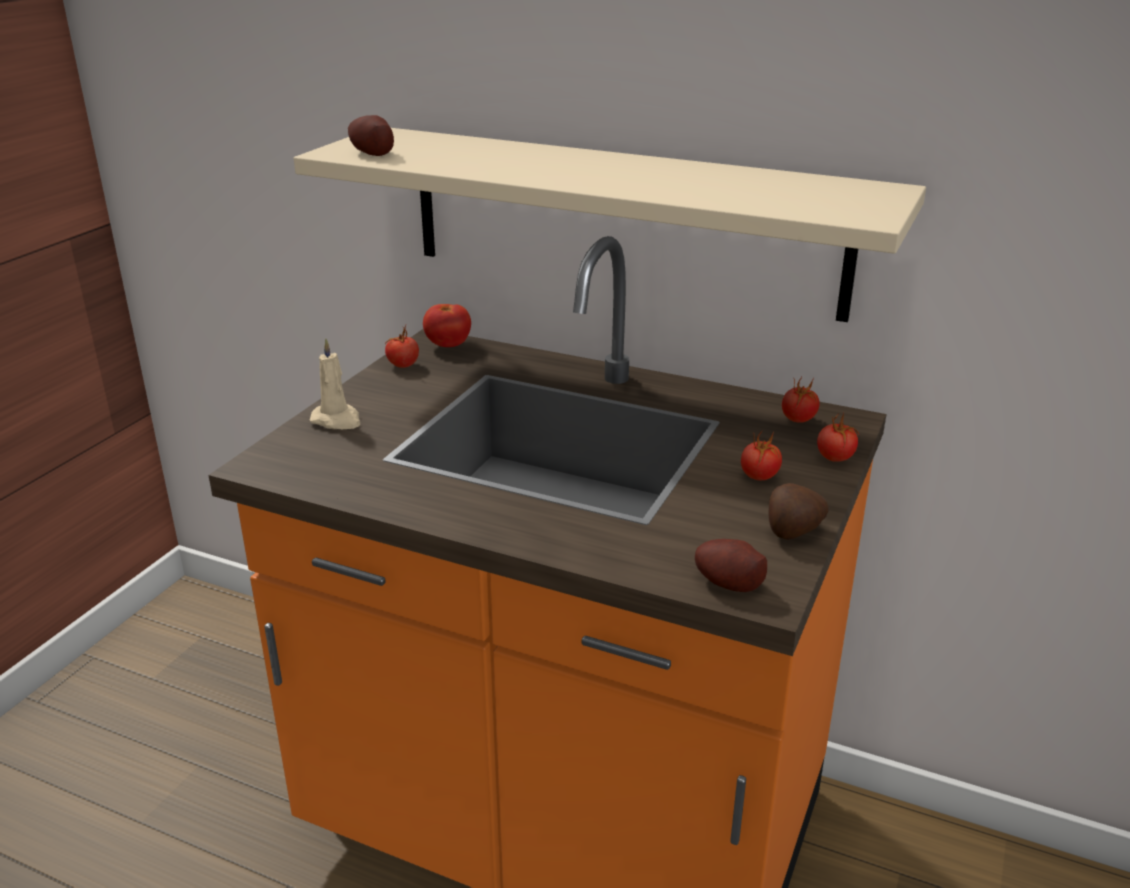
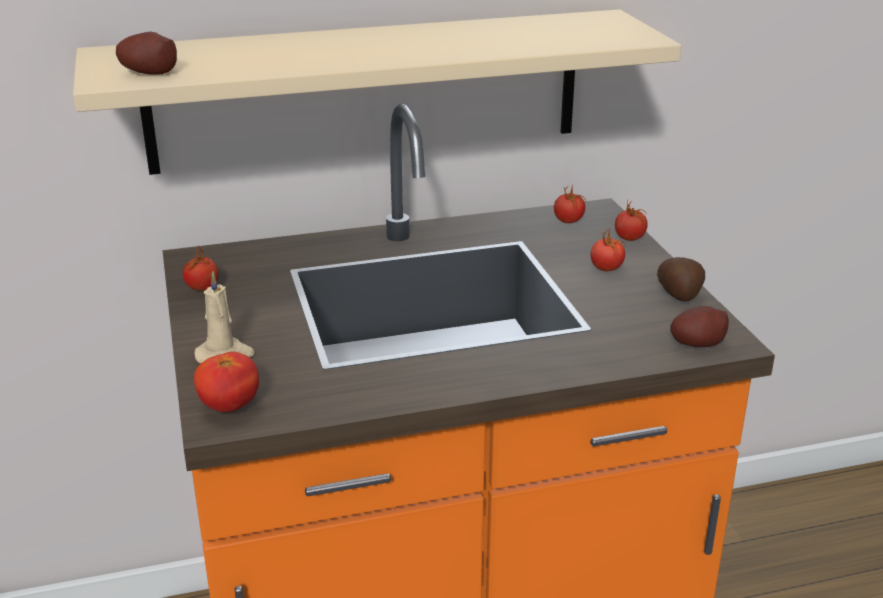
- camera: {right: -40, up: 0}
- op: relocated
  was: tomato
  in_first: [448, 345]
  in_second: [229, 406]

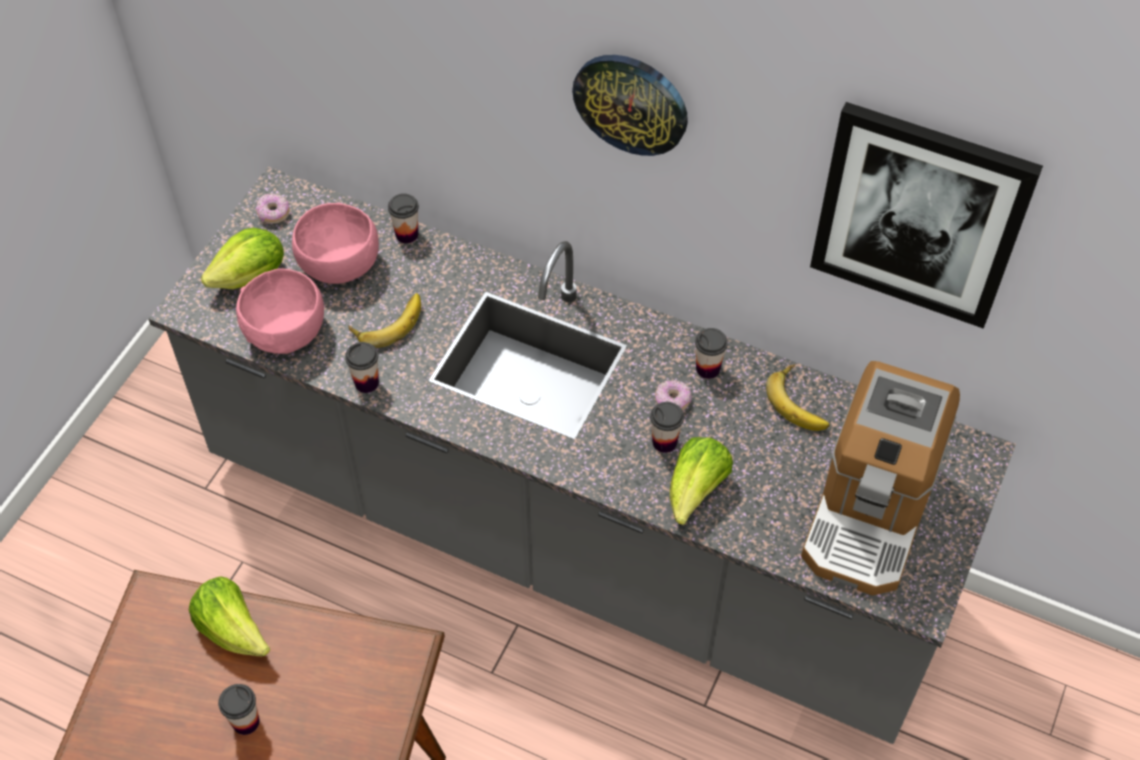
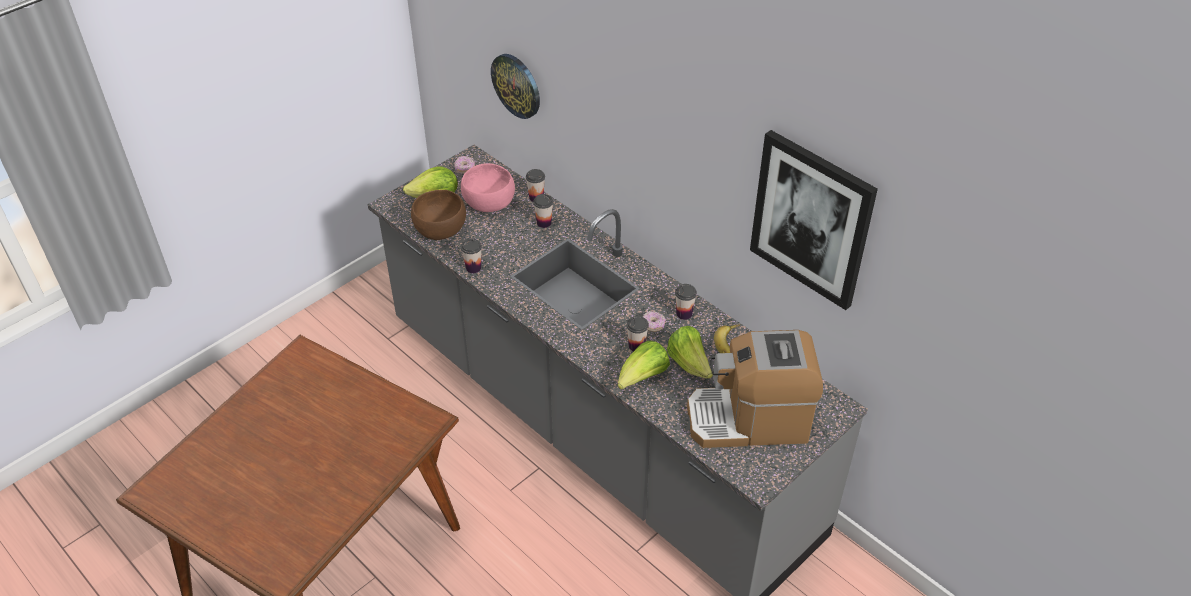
- camera: {right: 20, up: -10}
- op: missing
  was: banana
  in_first: [388, 321]
- op: relocated
  was: lettuce
  in_first: [233, 630]
  in_second: [689, 364]
- op: relocated
  was: cup
  in_first: [246, 722]
  in_second: [544, 223]
- op: relocated
  was: wall_clock
  in_first: [631, 103]
  in_second: [516, 85]
- op: colour
  was: pink_bowl
  now: brown_bowl
  in_first: [286, 331]
  in_second: [441, 230]
- op: spun
  was: coffee_machine
  in_first: [870, 511]
  in_second: [749, 420]
  clockwise: 45

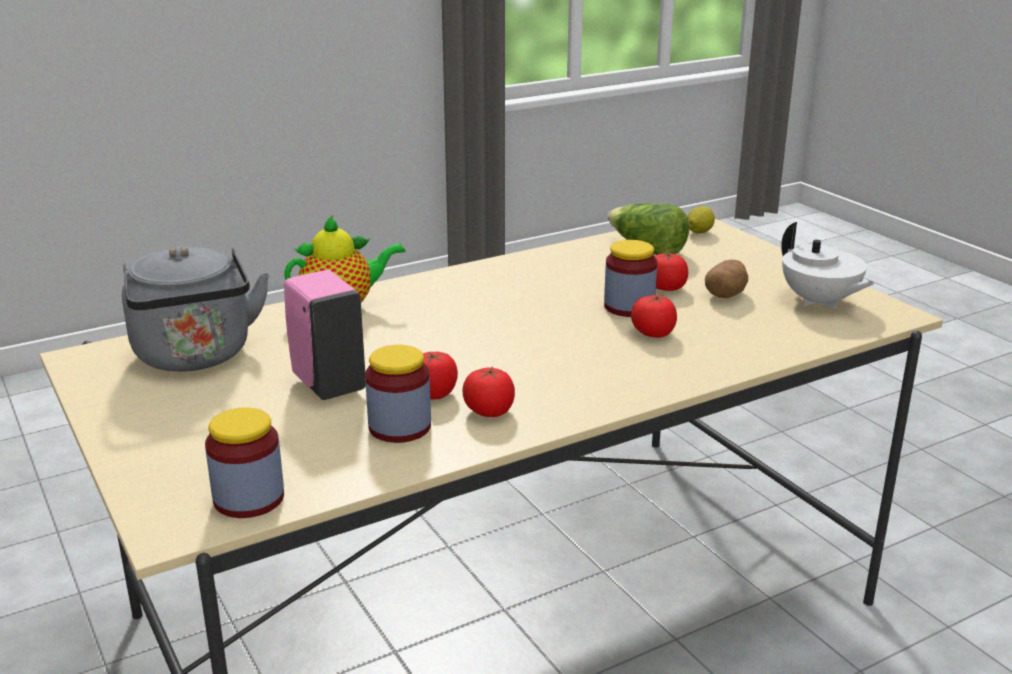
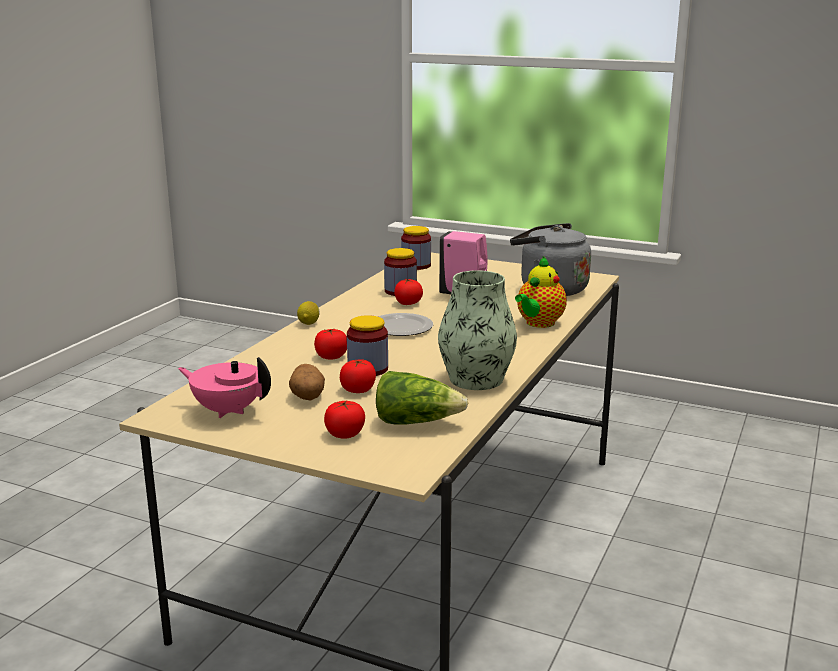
- camera: {right: 145, up: -5}
- op: appeared
  now: plate
  in_second: [402, 327]
- op: appeared
  now: vase
  in_second: [476, 379]
- op: relocated
  was: tomato
  in_first: [489, 411]
  in_second: [345, 434]
- op: relocated
  was: lemon
  in_first: [698, 233]
  in_second: [309, 323]
- op: colour
  was: white_teapot
  now: pink_teapot
  in_first: [819, 302]
  in_second: [228, 410]

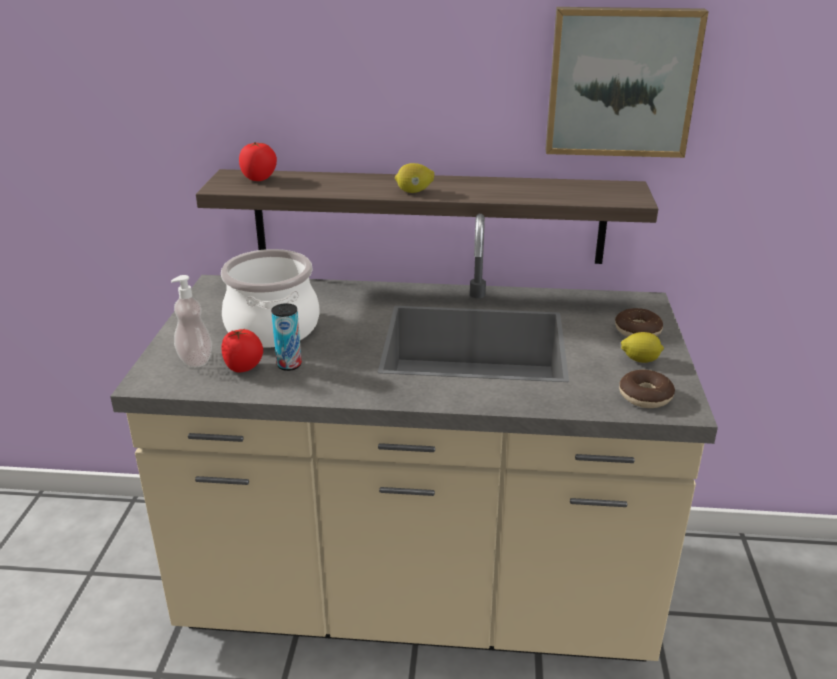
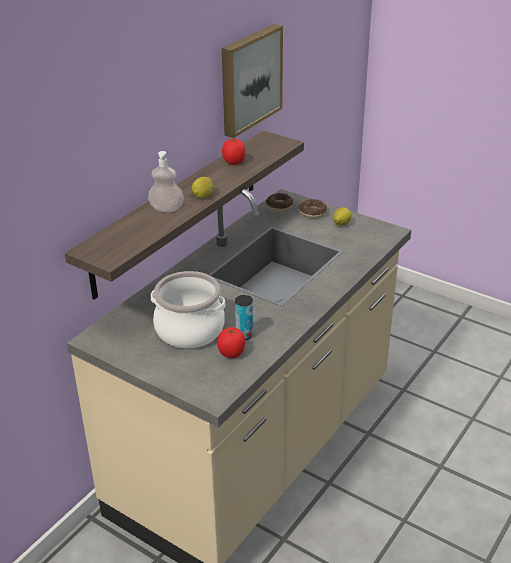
- camera: {right: -60, up: 5}
- op: relocated
  was: soap_dispenser
  in_first: [195, 360]
  in_second: [166, 208]
- op: relocated
  was: tomato
  in_first: [259, 179]
  in_second: [234, 162]
- op: relocated
  was: donut
  in_first: [645, 396]
  in_second: [279, 206]

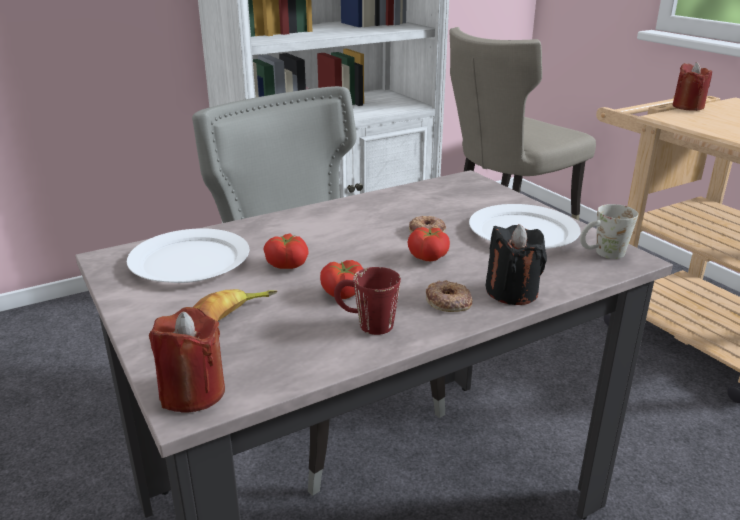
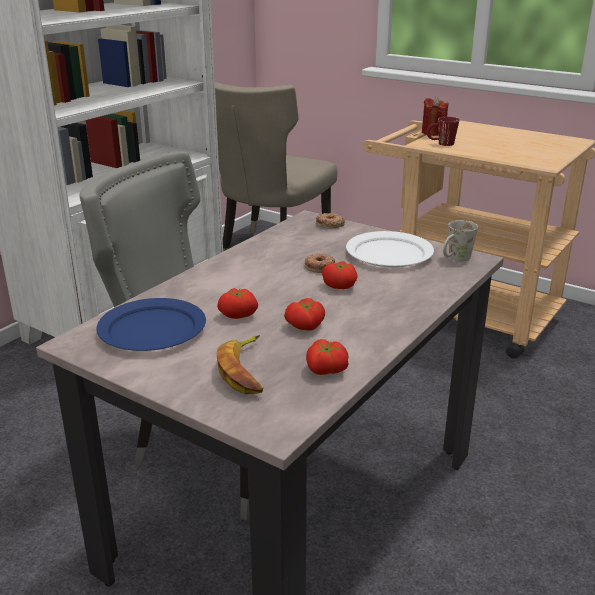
- camera: {right: -25, up: 0}
- op: missing
  was: red_candle
  in_first: [192, 392]
- op: missing
  was: black_candle
  in_first: [512, 292]
- op: appeared
  now: tomato
  in_second: [325, 370]
- op: relocated
  was: red_mug
  in_first: [365, 323]
  in_second: [441, 144]
- op: relocated
  was: donut
  in_first: [448, 302]
  in_second: [330, 224]
- op: colour
  was: white_plate
  now: blue_plate
  in_first: [189, 261]
  in_second: [151, 329]

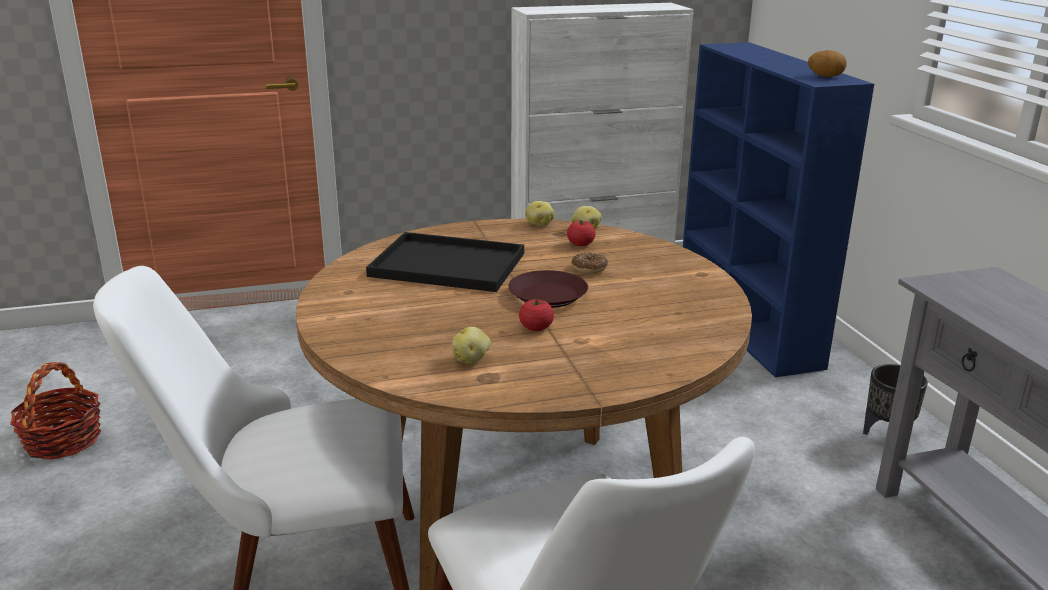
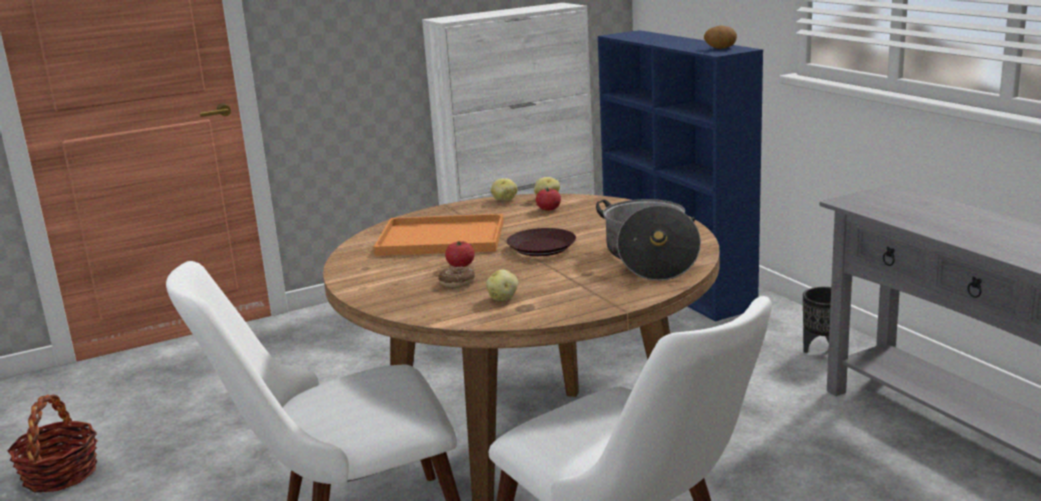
- camera: {right: -10, up: -5}
- op: appeared
  now: cooking_pot
  in_second: [649, 258]
- op: relocated
  was: tomato
  in_first: [536, 328]
  in_second: [460, 265]
- op: relocated
  was: donut
  in_first: [589, 268]
  in_second: [457, 283]
- op: colour
  was: black_tray
  now: orange_tray
  in_first: [444, 265]
  in_second: [438, 238]

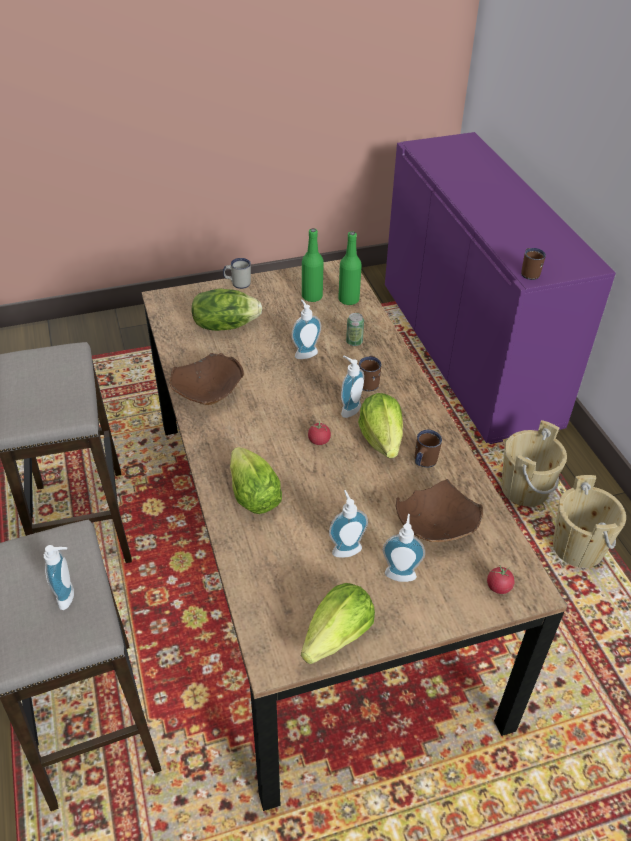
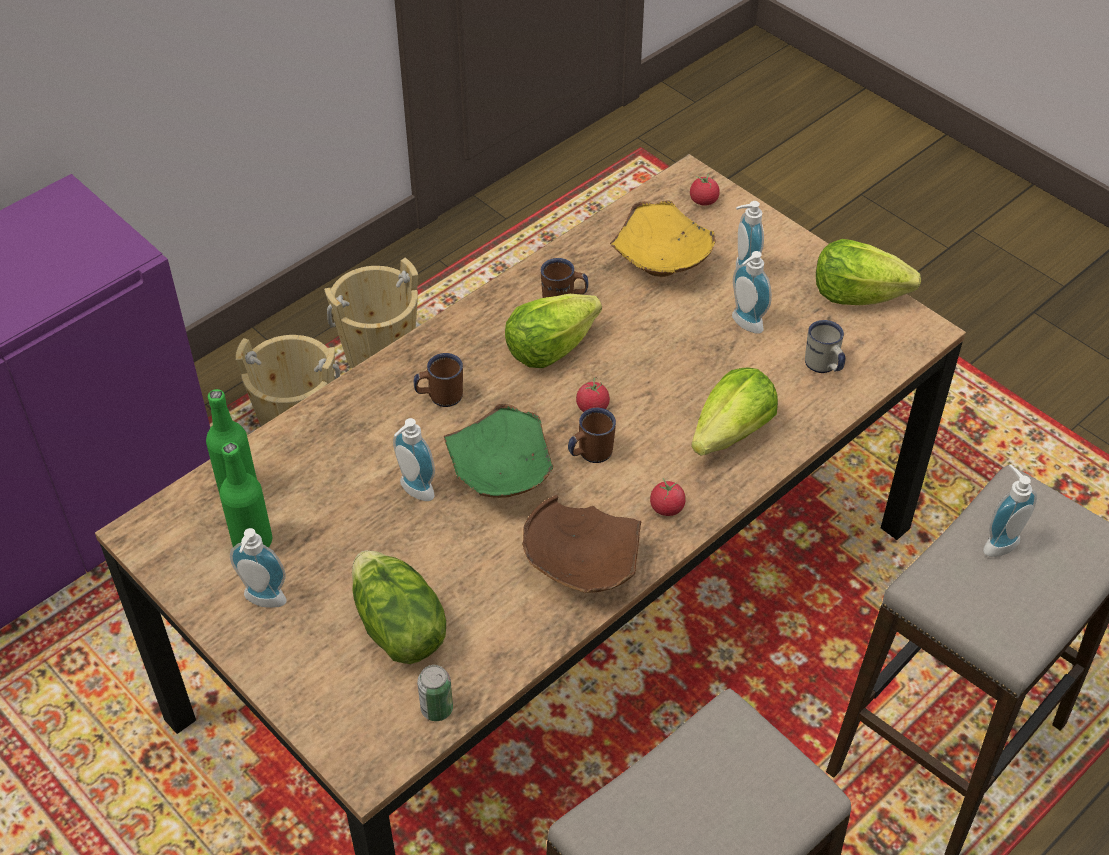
- camera: {right: -115, up: 5}
- op: appeared
  now: green_bowl
  in_second: [503, 477]
- op: appeared
  now: tomato
  in_second: [667, 507]
- op: relocated
  was: white_mug
  in_first: [237, 283]
  in_second: [823, 366]
- op: relocated
  was: soap_dispenser
  in_first: [348, 409]
  in_second: [263, 602]
- op: relocated
  was: can
  in_first: [354, 342]
  in_second: [437, 709]
- op: relocated
  was: brown_mug
  in_first: [529, 272]
  in_second: [590, 453]
- op: colour
  was: brown_bowl
  now: yellow_bowl
  in_first: [436, 530]
  in_second: [663, 262]

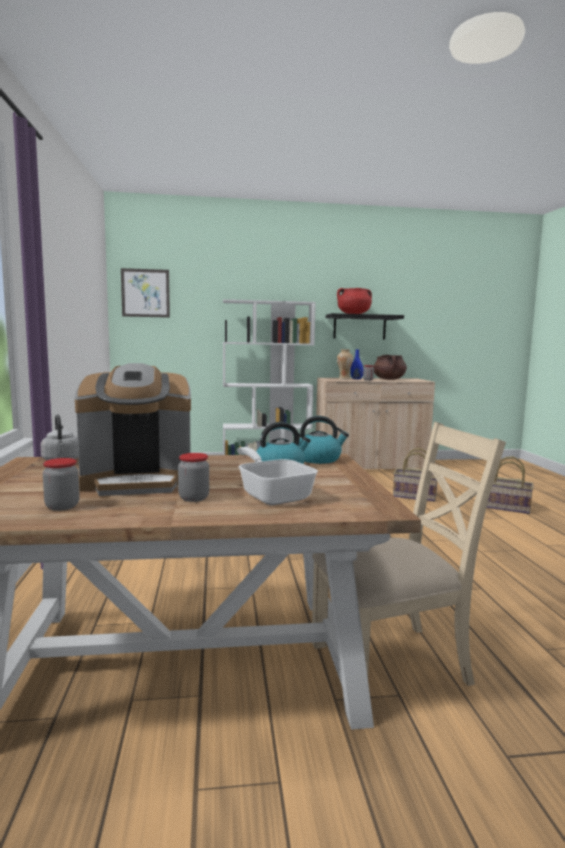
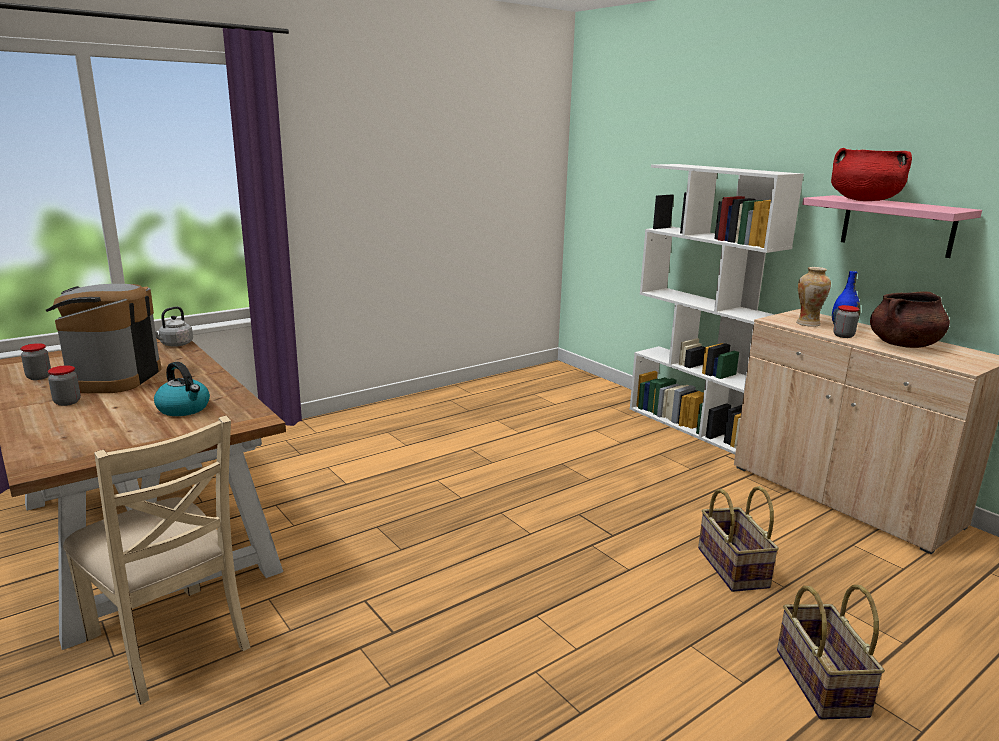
- camera: {right: 60, up: 10}
- op: missing
  was: picture
  in_first: [145, 293]
- op: missing
  was: frying_pan
  in_first: [272, 495]
- op: missing
  was: kettle
  in_first: [319, 459]
- op: colour
  was: black_shelf
  now: pink_shelf
  in_first: [359, 327]
  in_second: [897, 226]
- op: spun
  was: coffee_machine
  in_first: [138, 482]
  in_second: [112, 378]
  clockwise: 45

